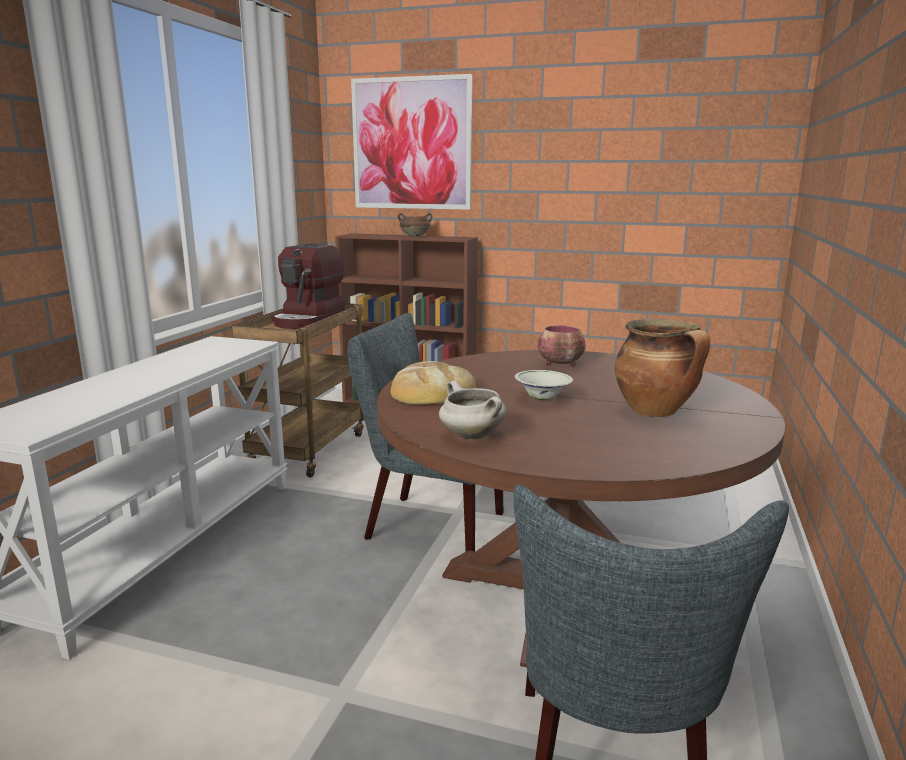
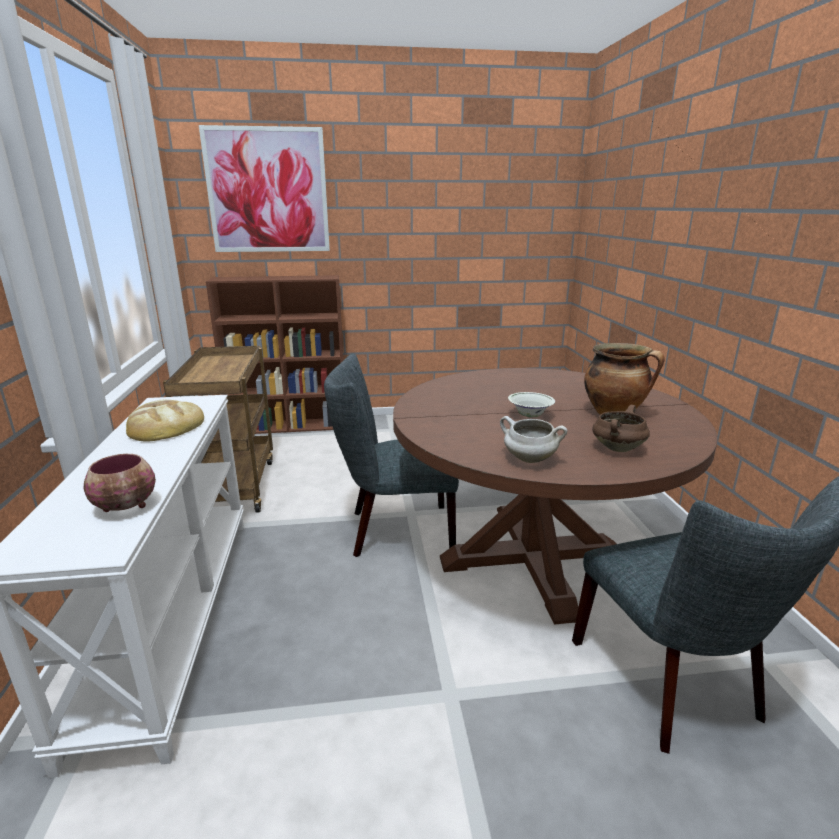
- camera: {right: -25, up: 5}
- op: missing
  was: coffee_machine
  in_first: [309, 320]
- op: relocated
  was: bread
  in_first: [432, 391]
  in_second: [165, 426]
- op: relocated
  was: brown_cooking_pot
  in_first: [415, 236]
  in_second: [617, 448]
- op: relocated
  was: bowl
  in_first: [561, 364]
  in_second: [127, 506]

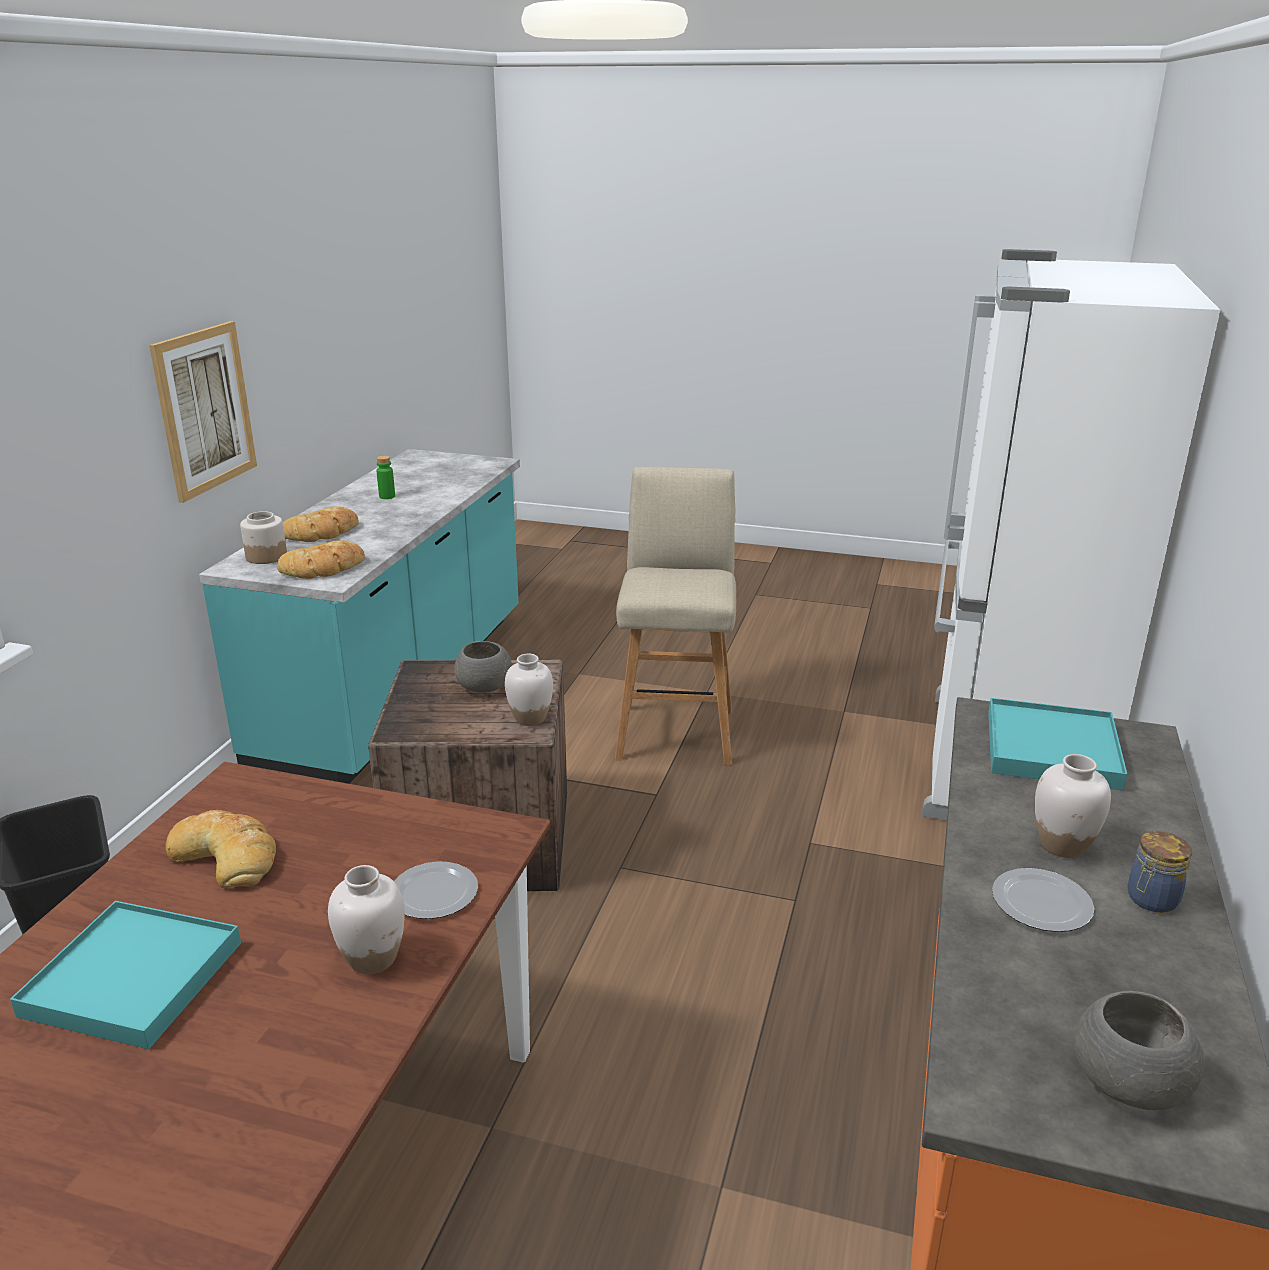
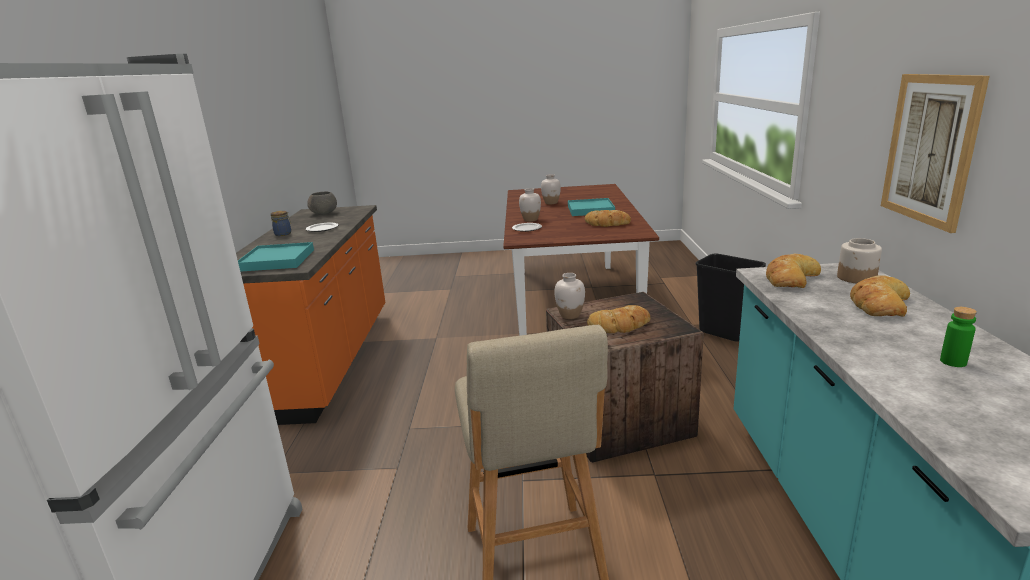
- camera: {right: 165, up: -5}
- op: relocated
  was: white_vase
  in_first: [1062, 845]
  in_second: [551, 203]
- op: exchanged
  was: grey_bowl
  now: bread
  in_first: [483, 687]
  in_second: [620, 325]

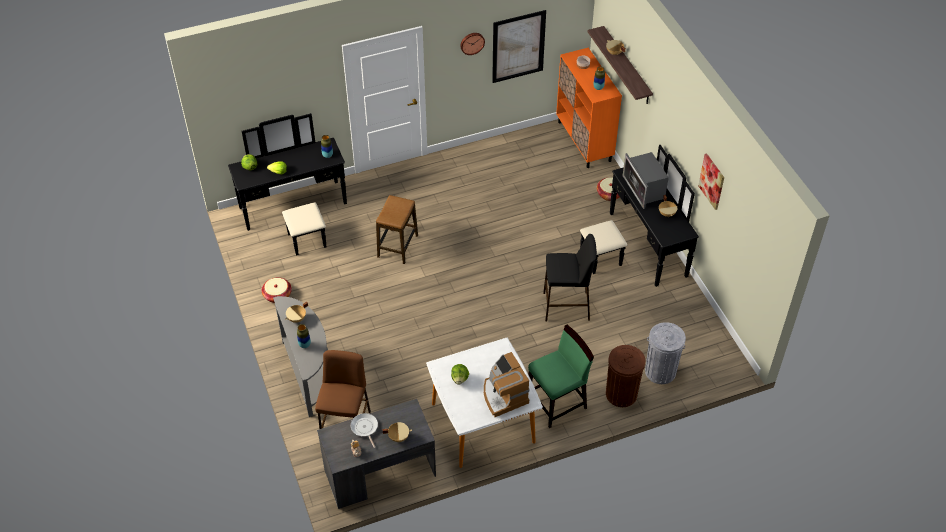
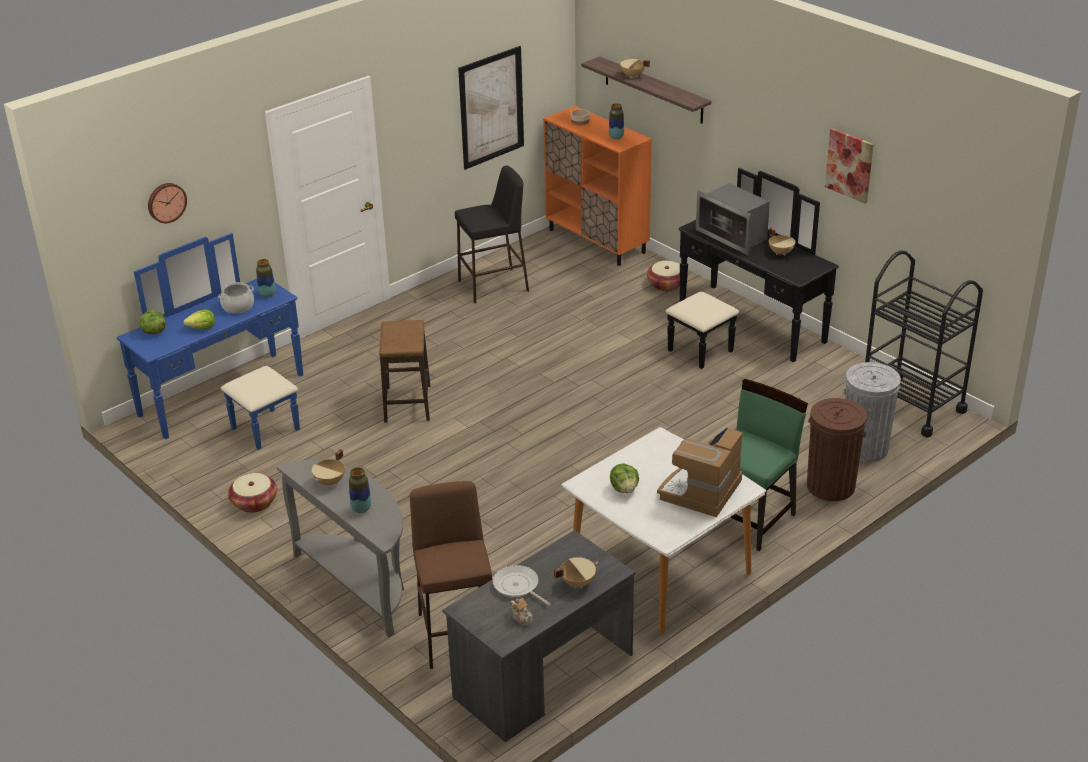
- camera: {right: -20, up: -15}
- op: appeared
  now: cooking_pot
  in_second: [238, 306]
- op: appeared
  now: black_cart
  in_second: [911, 406]
- op: relocated
  was: wall_clock
  in_first: [472, 43]
  in_second: [166, 202]
- op: relocated
  was: black_stool
  in_first: [566, 306]
  in_second: [494, 285]
- op: colour
  was: black_dresser
  now: blue_dresser
  in_first: [296, 213]
  in_second: [232, 402]
- op: spun
  was: coffee_machine
  in_first: [503, 395]
  in_second: [701, 491]
  clockwise: 75

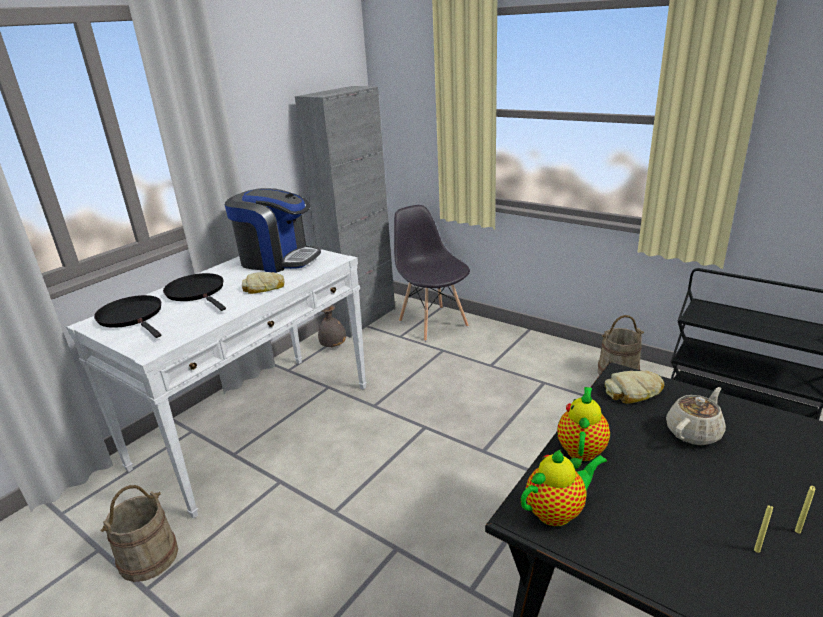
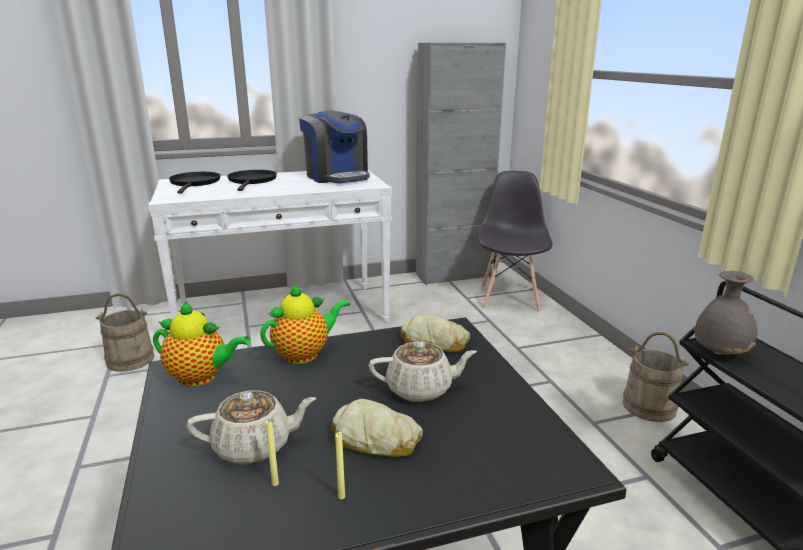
- camera: {right: 35, up: -5}
- op: appeared
  now: beige_teapot
  in_second: [254, 446]
- op: relocated
  was: bread
  in_first: [264, 288]
  in_second: [376, 439]
- op: relocated
  was: grey_vase
  in_first: [333, 345]
  in_second: [720, 352]

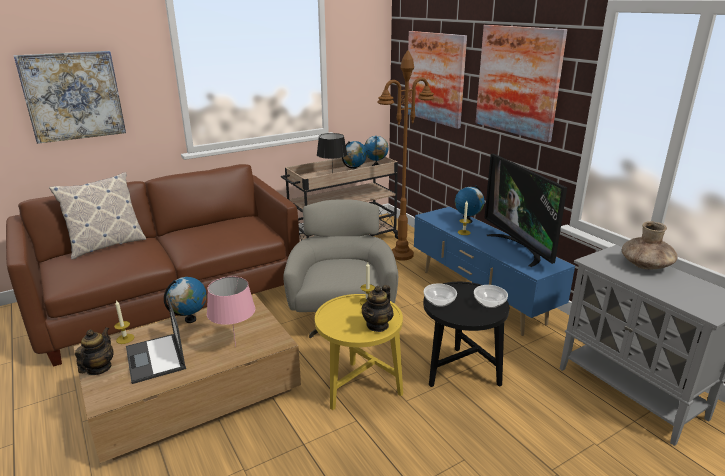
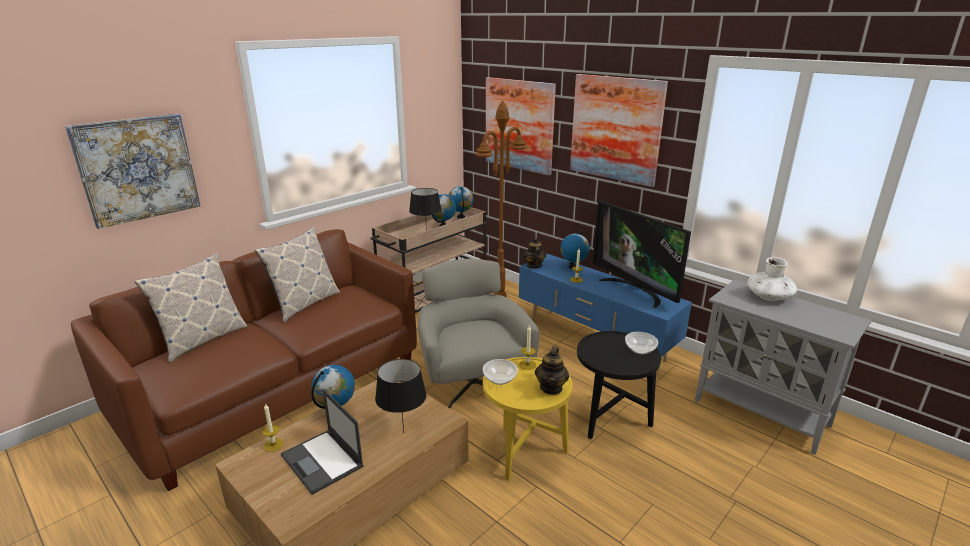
- camera: {right: -15, up: 0}
- op: appeared
  now: pillow
  in_second: [304, 304]
- op: relocated
  was: teapot
  in_first: [99, 368]
  in_second: [534, 266]
- op: relocated
  was: bowl
  in_first: [439, 302]
  in_second: [499, 379]
- op: colour
  was: pink_table_lamp
  now: black_table_lamp
  in_first: [236, 346]
  in_second: [404, 432]
- op: colour
  was: brown_vase
  now: white_vase
  in_first: [645, 265]
  in_second: [769, 297]

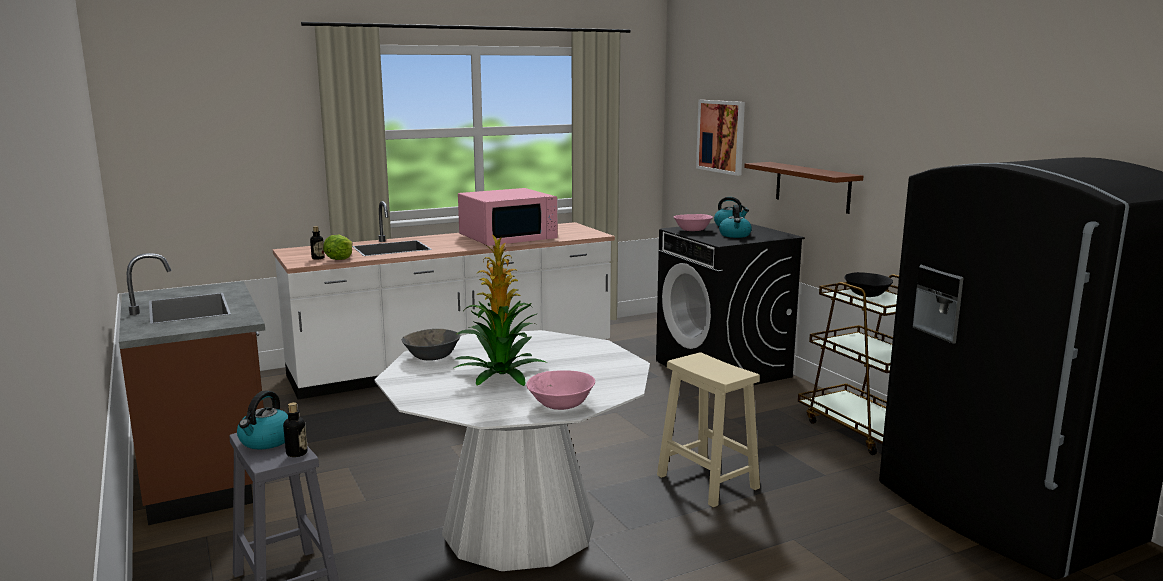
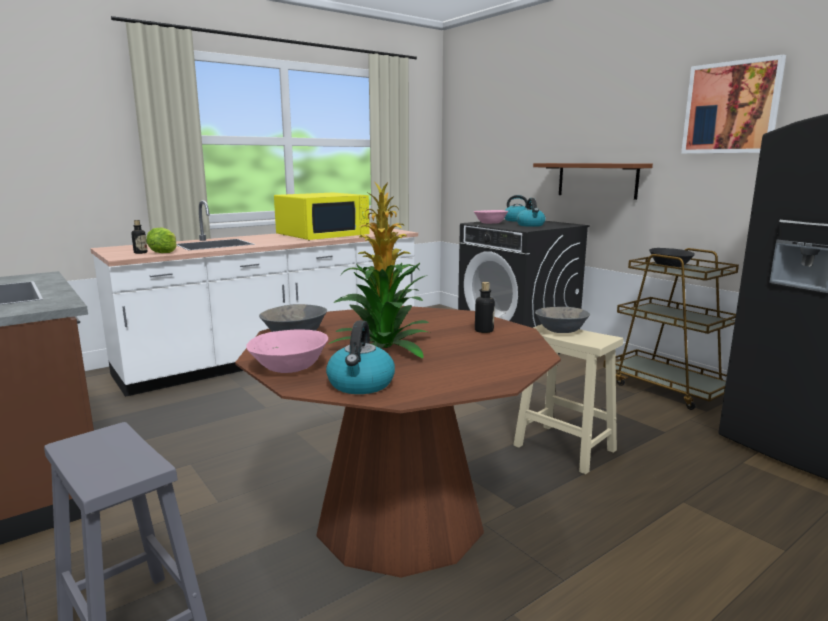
- camera: {right: -10, up: 0}
- op: appeared
  now: grey_bowl
  in_second: [561, 331]
- op: relocated
  was: kettle
  in_first: [266, 441]
  in_second: [361, 384]
- op: relocated
  was: bottle
  in_first: [297, 453]
  in_second: [484, 330]
- op: relocated
  was: pink_bowl
  in_first: [562, 404]
  in_second: [290, 367]
- op: relocated
  was: picture
  in_first: [721, 136]
  in_second: [731, 108]
- op: colour
  was: white_dining_table
  now: brown_dining_table
  in_first: [518, 527]
  in_second: [399, 518]
- op: colour
  was: pink_microwave
  now: yellow_microwave
  in_first: [508, 237]
  in_second: [323, 235]

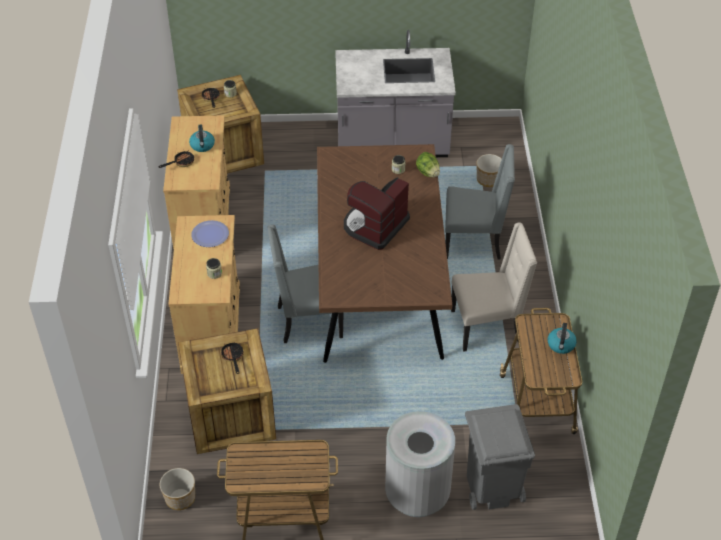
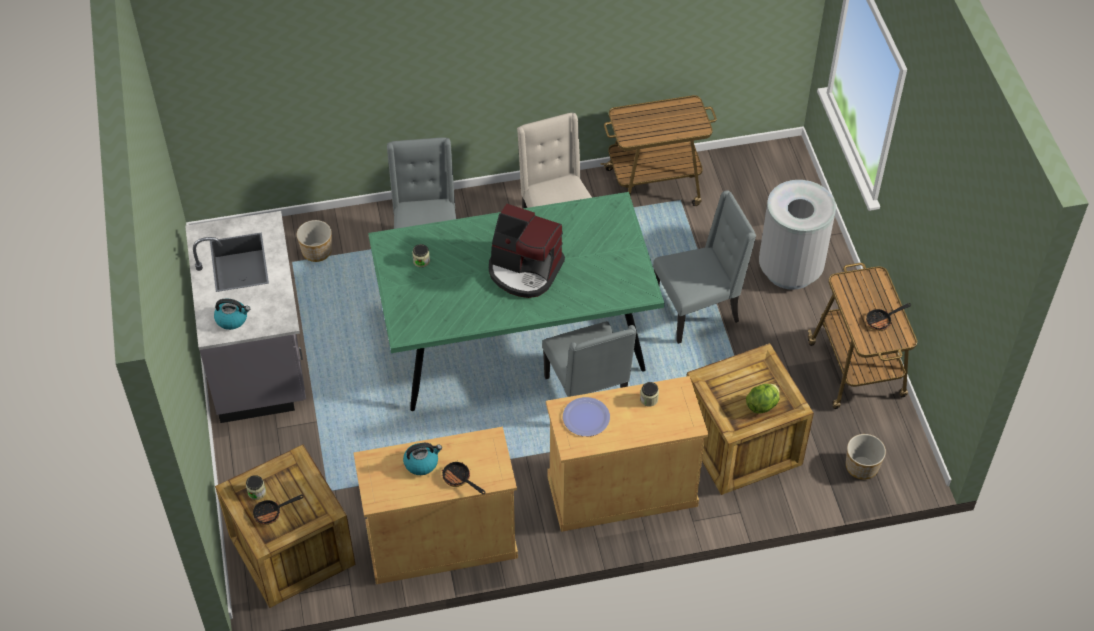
- camera: {right: -100, up: 5}
- op: missing
  was: grey_trash_can
  in_first: [492, 487]
- op: appeared
  now: grey_chair
  in_second: [698, 310]
- op: relocated
  was: frying_pan
  in_first: [233, 357]
  in_second: [882, 321]
- op: relocated
  was: lettuce
  in_first: [428, 173]
  in_second: [762, 405]
- op: relocated
  was: kettle
  in_first: [561, 345]
  in_second: [232, 319]
- op: colour
  was: brown_dining_table
  now: green_dining_table
  in_first: [379, 285]
  in_second: [516, 335]

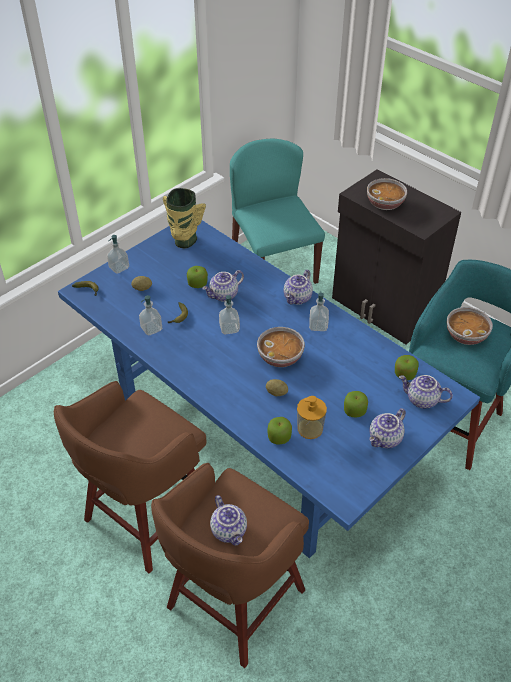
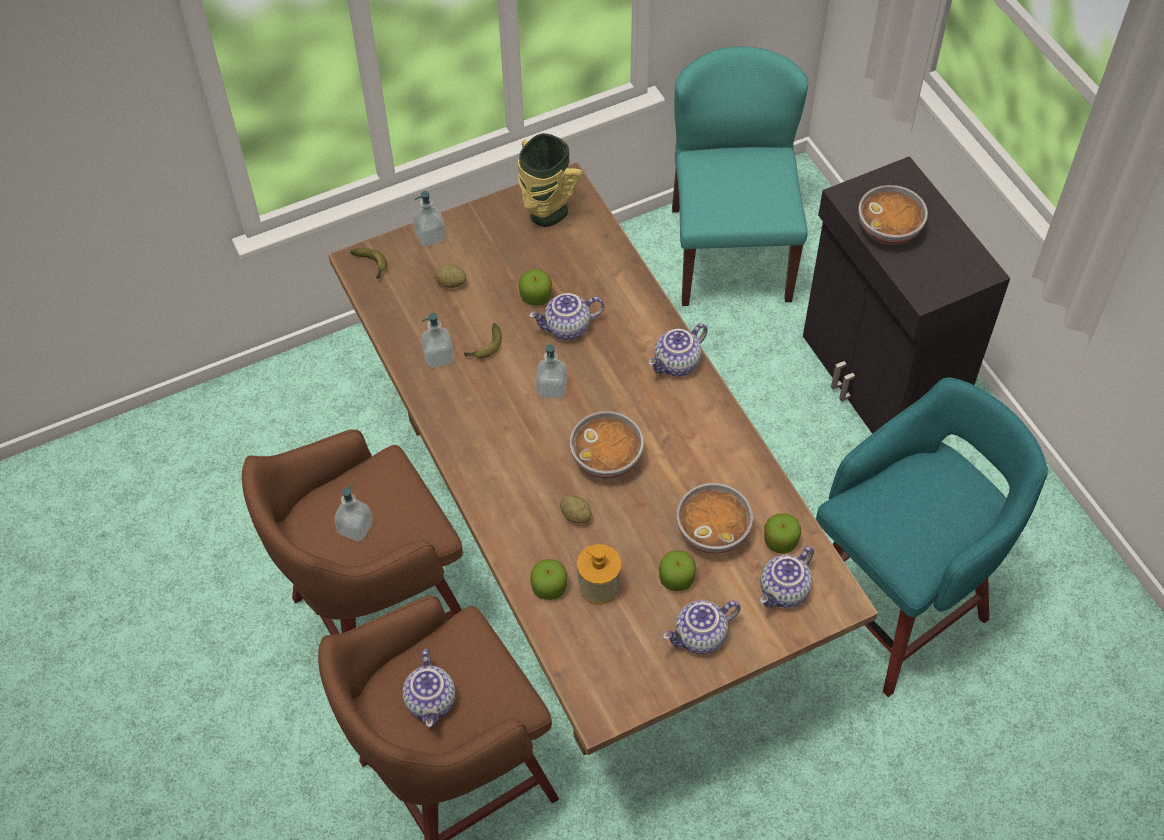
- camera: {right: 20, up: 10}
- op: relocated
  was: soap_dispenser
  in_first: [318, 326]
  in_second: [355, 528]
- op: relocated
  was: bowl
  in_first: [465, 335]
  in_second: [713, 531]
- op: colour
  was: blue_dining_table
  now: brown_dining_table
  in_first: [257, 434]
  in_second: [586, 539]
- op: spun
  was: teapot
  in_first: [421, 400]
  in_second: [785, 592]
  clockwise: -90

